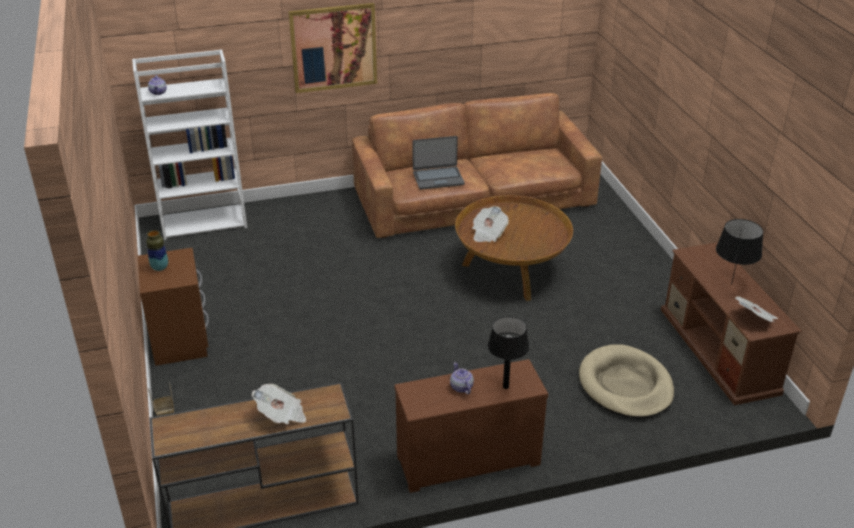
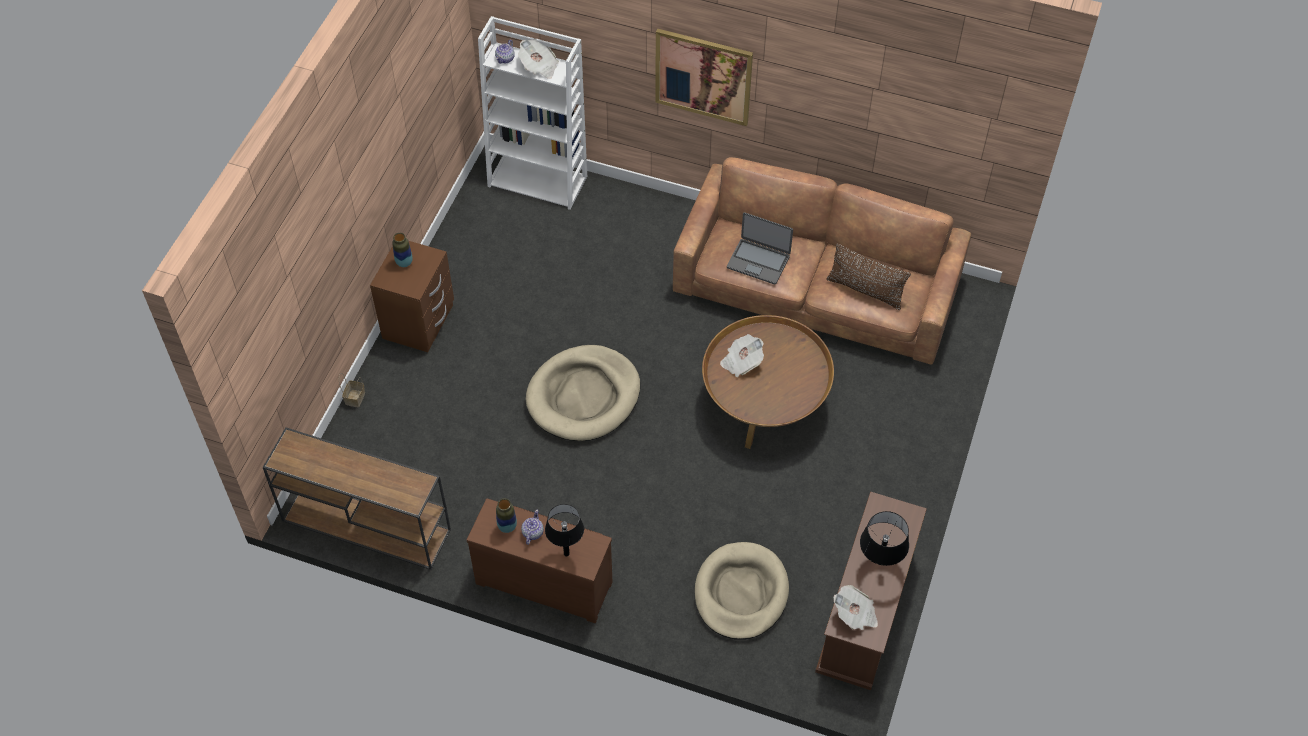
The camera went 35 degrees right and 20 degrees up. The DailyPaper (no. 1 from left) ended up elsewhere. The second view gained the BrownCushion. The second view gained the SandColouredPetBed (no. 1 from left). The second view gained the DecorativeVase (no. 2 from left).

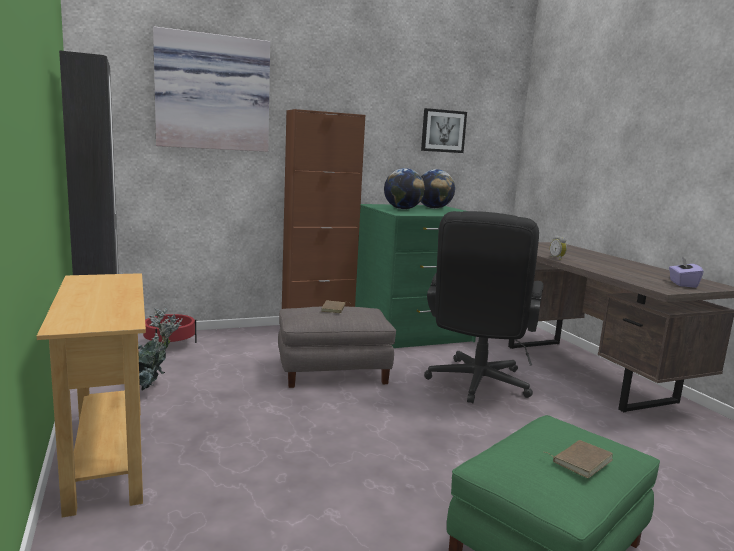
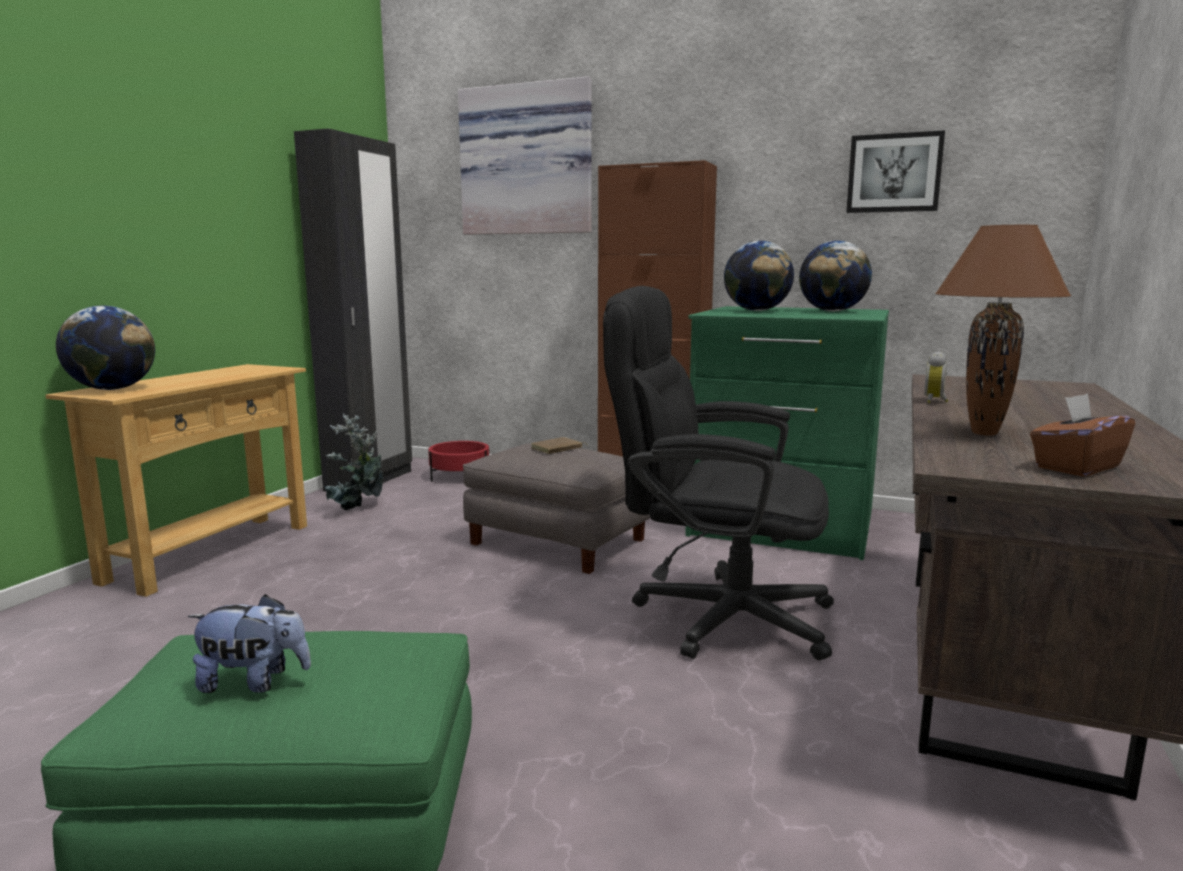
The camera went 45 degrees right and 0 degrees up. The BlackDeskChair ended up facing another way, 45 degrees clockwise from before. What was the PurpleTissueBox turned into the BrownTissueBox. Where the BrownBook (no. 2 from left) stood, the CuddlyToy came to stand. The second view gained the BrownLampForATable. The second view gained the Globe (no. 1 from left).

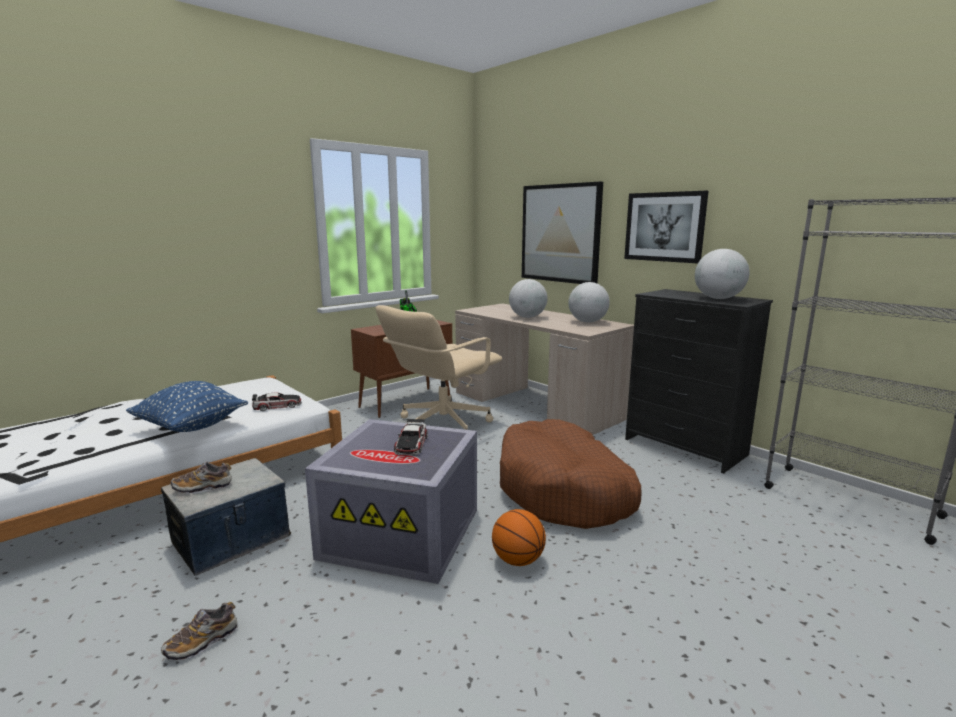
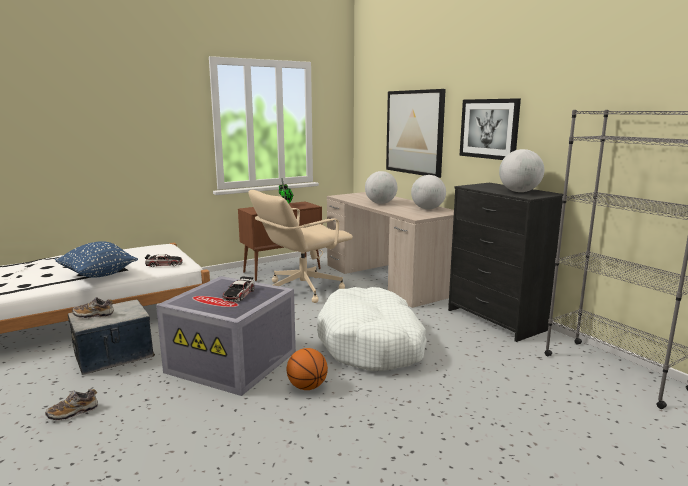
The camera went 10 degrees right and 0 degrees up. What was the BrownPetBed turned into the WhitishPetBed.

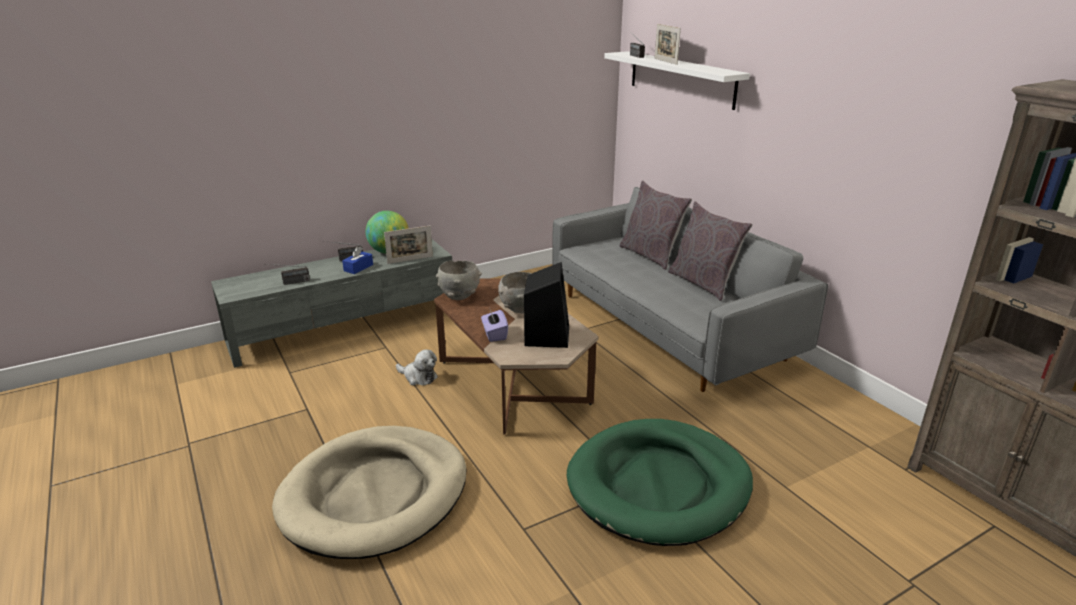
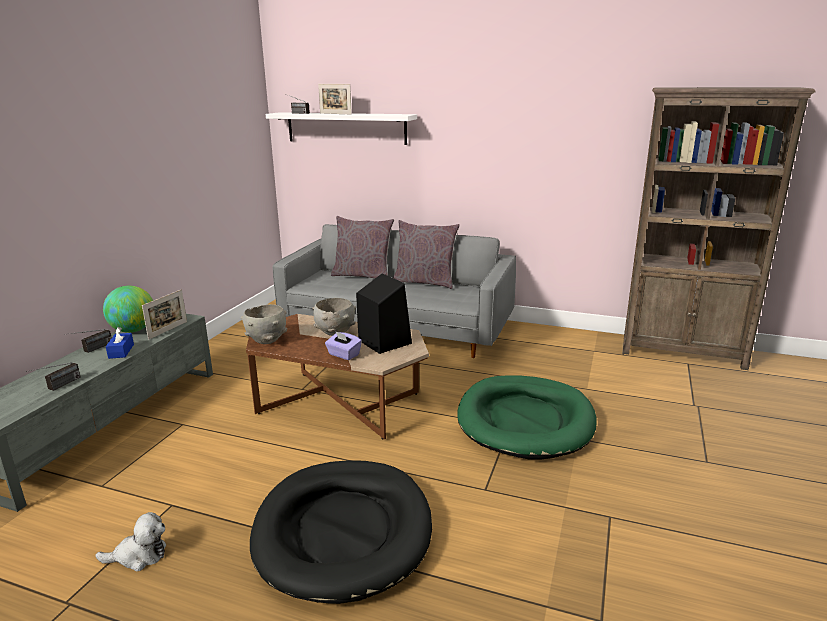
The camera went 40 degrees left and 5 degrees down. The CuddlyToy ended up elsewhere. What was the SandColouredPetBed turned into the BlackPetBed.

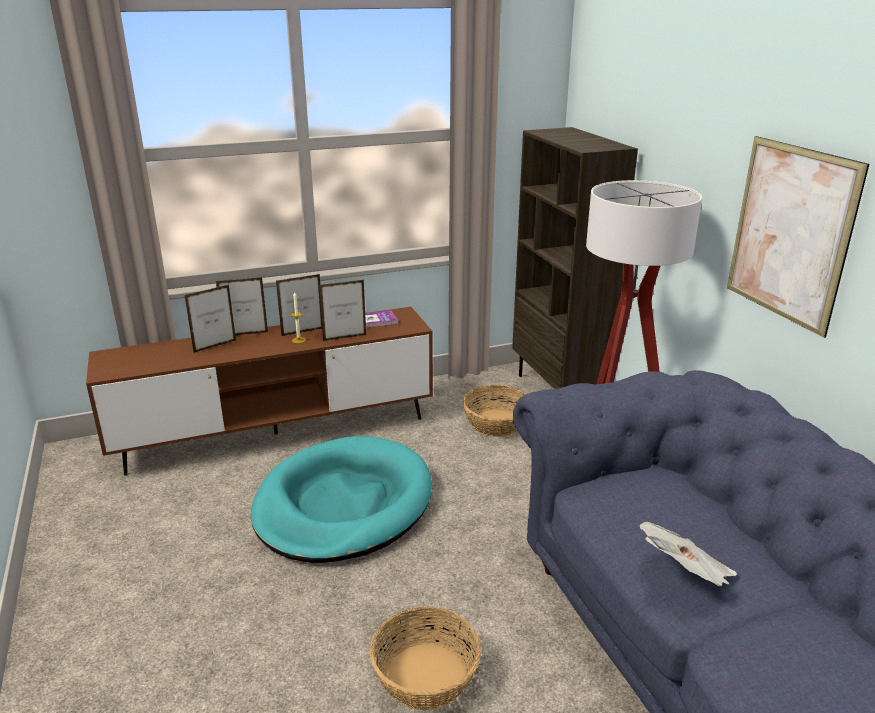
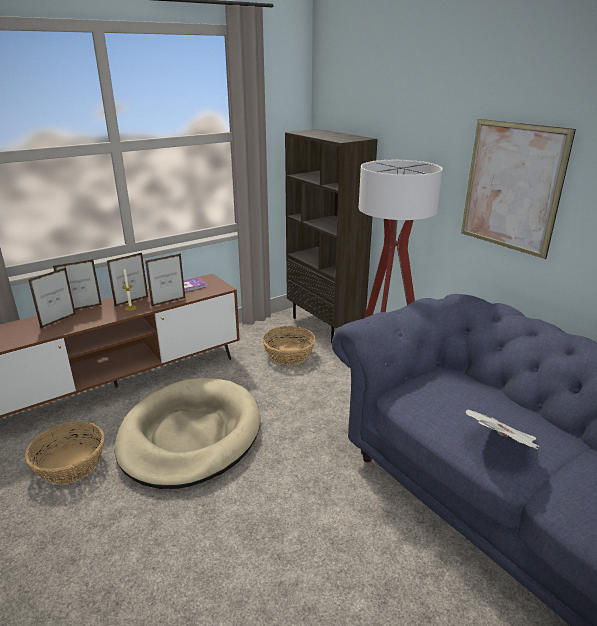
The camera went 15 degrees left and 0 degrees up. What was the BlueGreenPetBed turned into the SandColouredPetBed. The Basket (no. 1 from left) ended up elsewhere.

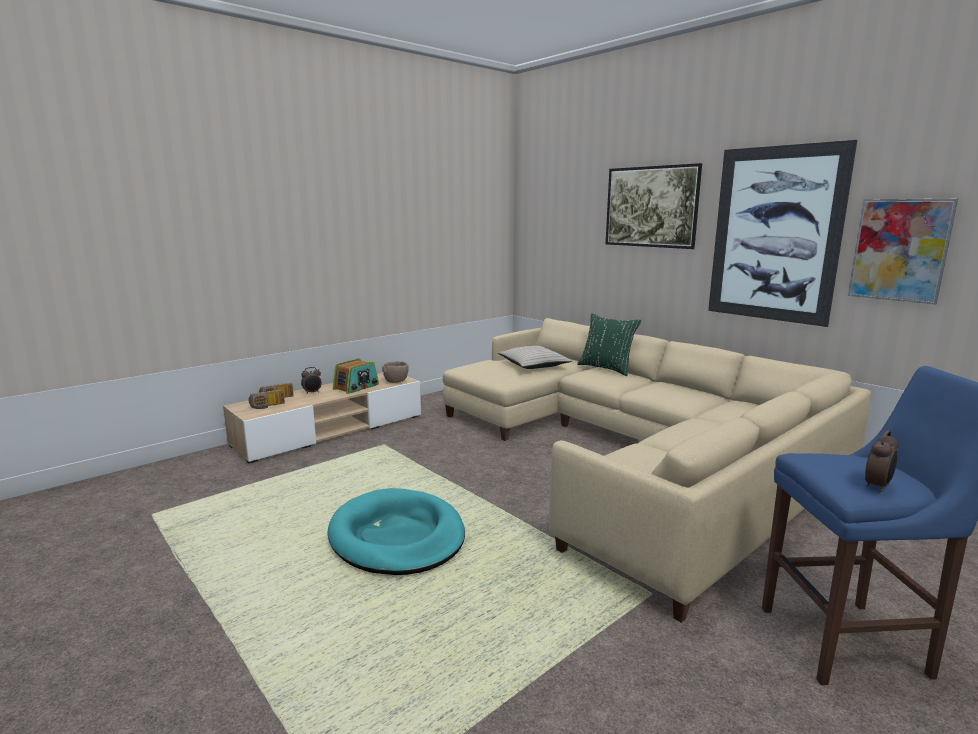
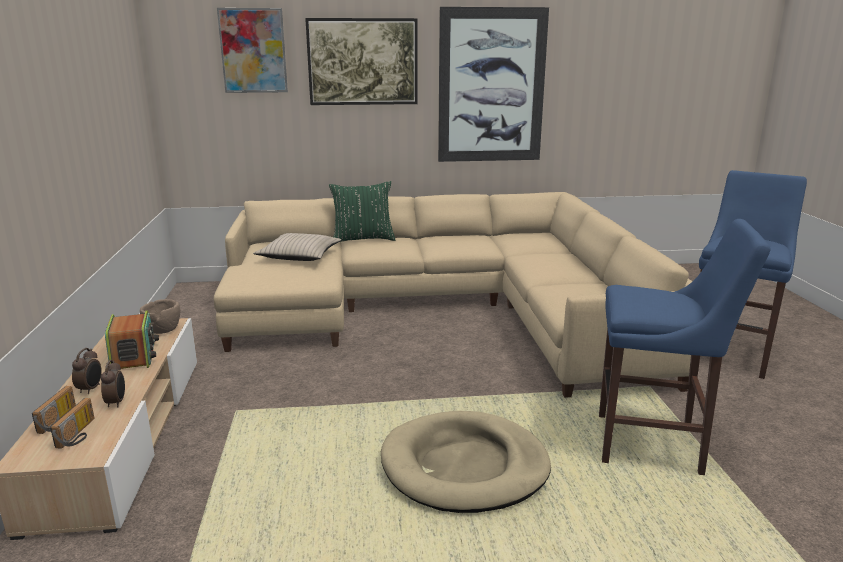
The camera went 55 degrees left and 5 degrees up. The Picture (no. 3 from left in the first image) ended up elsewhere. The TableClock (no. 2 from left) ended up elsewhere. What was the BlueGreenPetBed turned into the SandColouredPetBed. The second view gained the BluishStool (no. 1 from left).

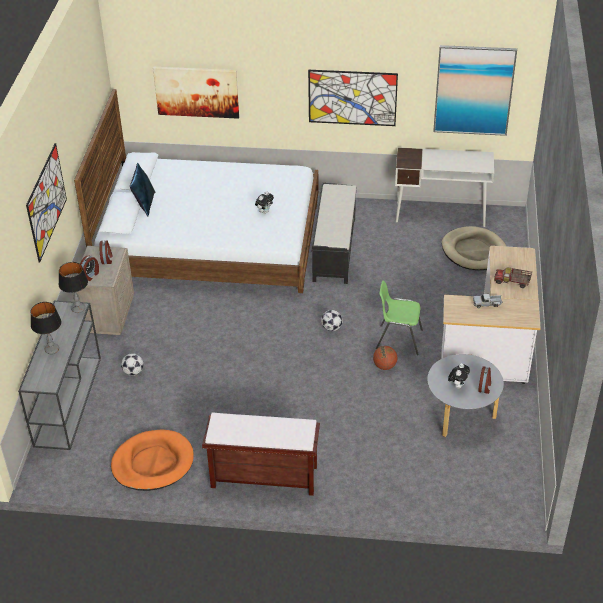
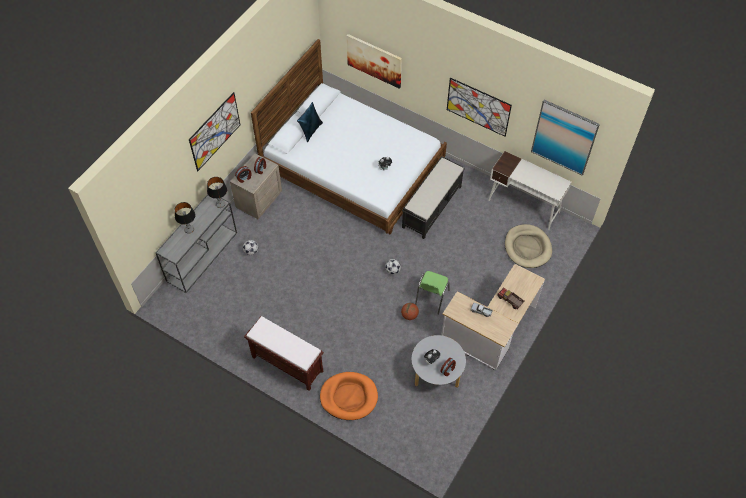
The camera went 25 degrees right and 15 degrees up. The GreenChair ended up facing another way, 105 degrees counterclockwise from before. The OrangeyPetBed ended up elsewhere.

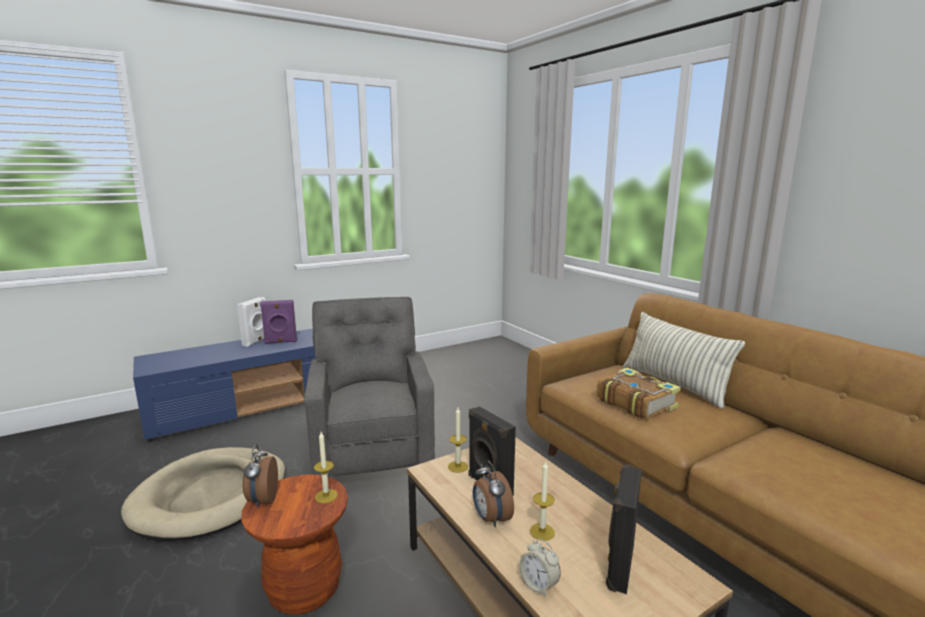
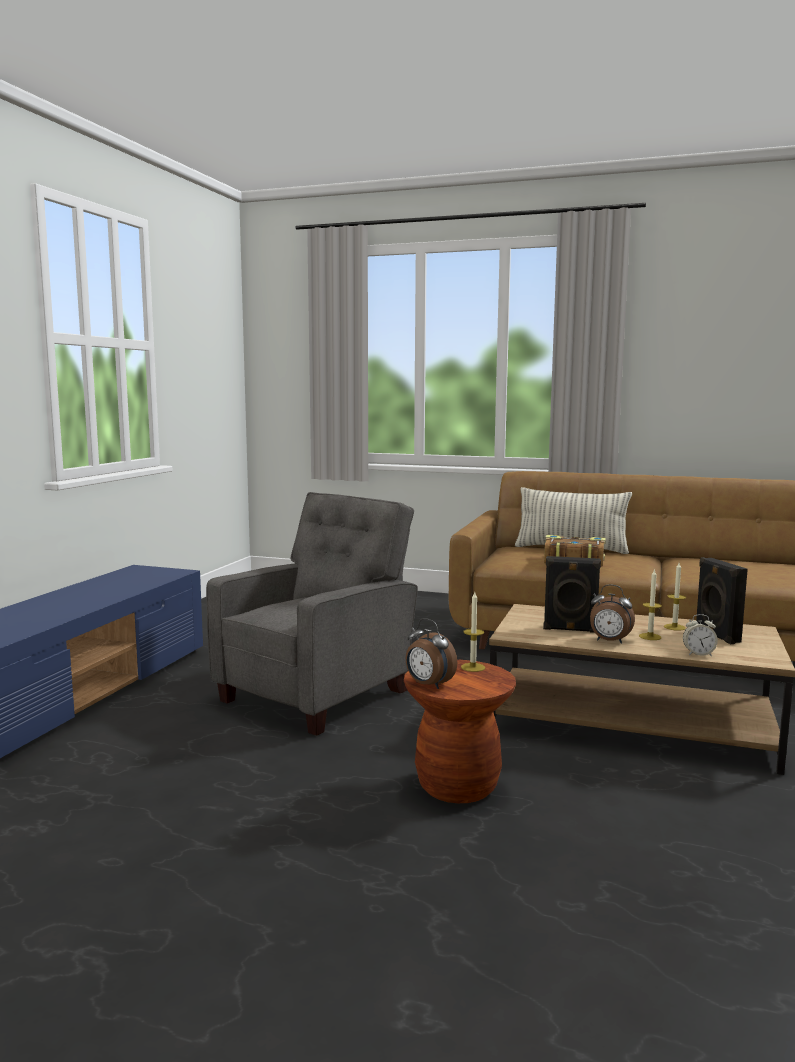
The camera went 40 degrees left and 5 degrees down. The second view lost the WhitishSpeaker. The GrayArmchair ended up facing another way, 90 degrees clockwise from before. The second view lost the PurpleSpeaker. The WaxLight (no. 2 from left in the first image) ended up elsewhere. The second view lost the SandColouredPetBed.

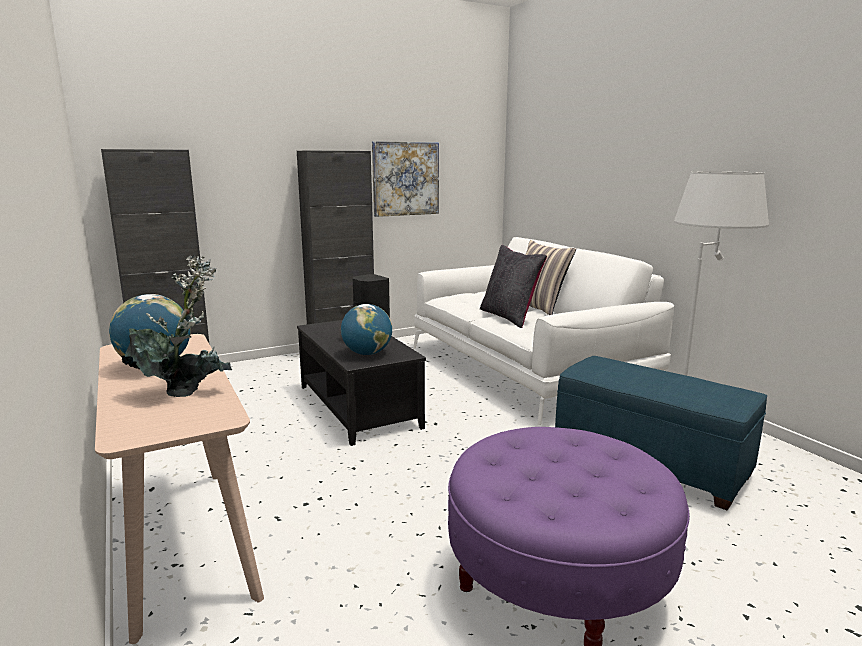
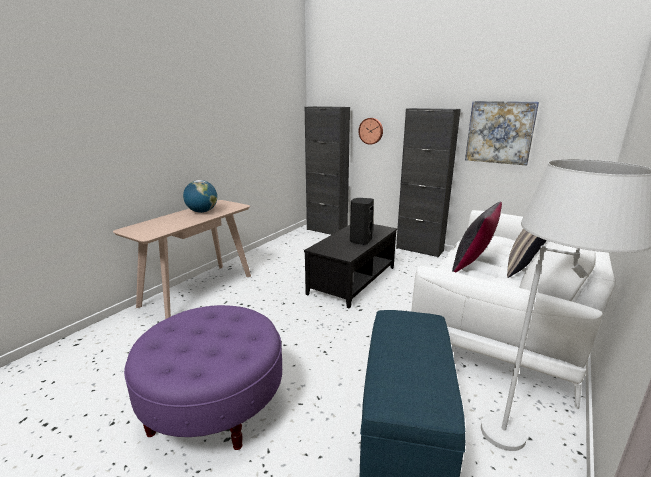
The camera went 60 degrees right and 5 degrees up. The second view lost the Houseplant. The second view lost the Globe (no. 2 from left). The second view gained the WallClock.

